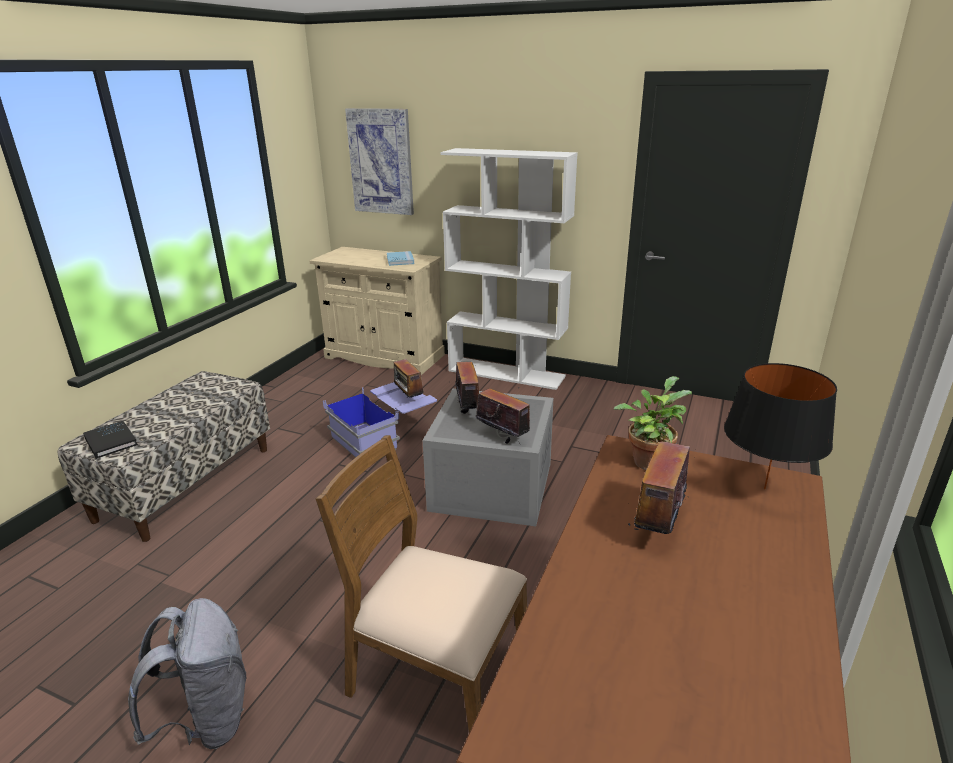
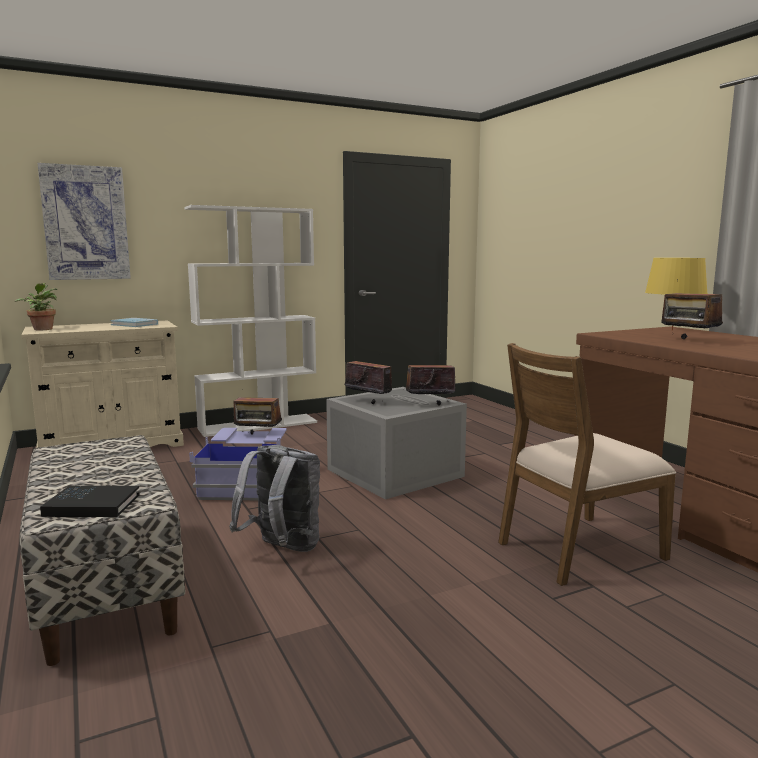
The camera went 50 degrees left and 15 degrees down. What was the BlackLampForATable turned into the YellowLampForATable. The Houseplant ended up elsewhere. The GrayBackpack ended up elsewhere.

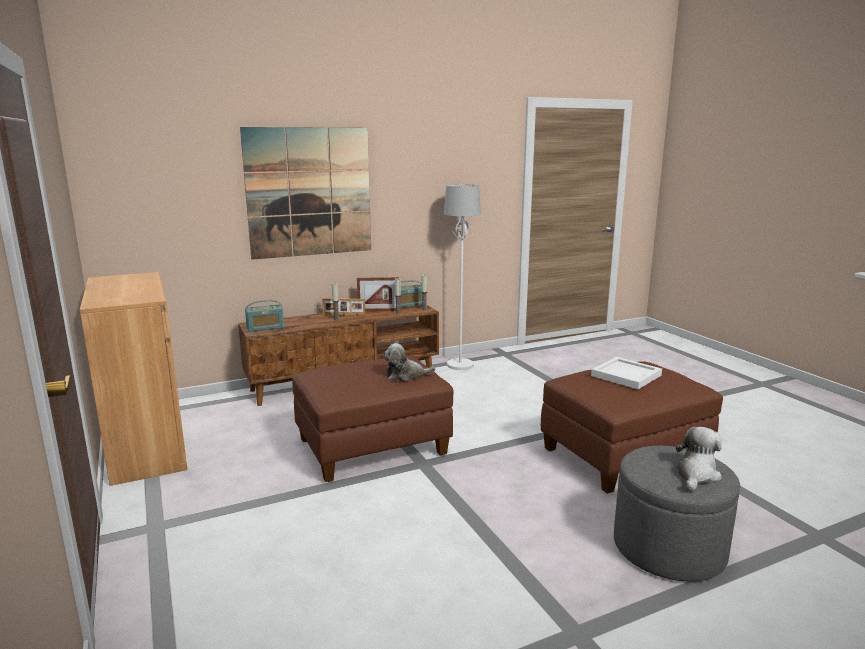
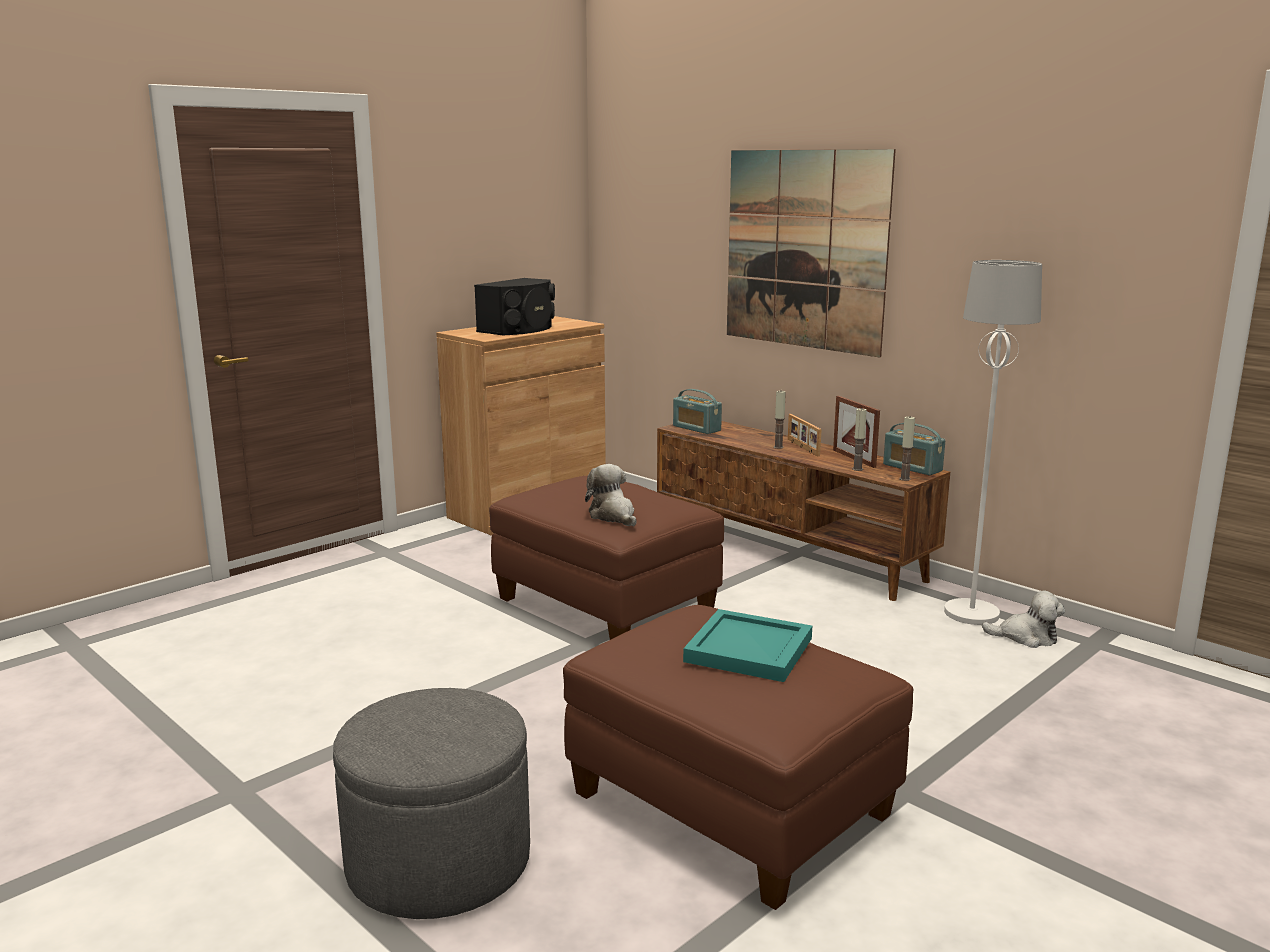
The camera went 70 degrees right and 0 degrees up. What was the WhitishServingTray turned into the BlueGreenServingTray. The CuddlyToy (no. 2 from left) ended up elsewhere. The second view gained the BlackSpeaker.

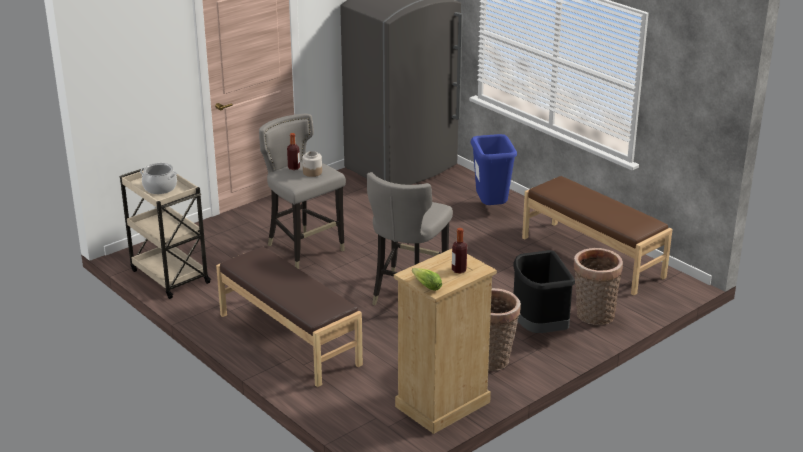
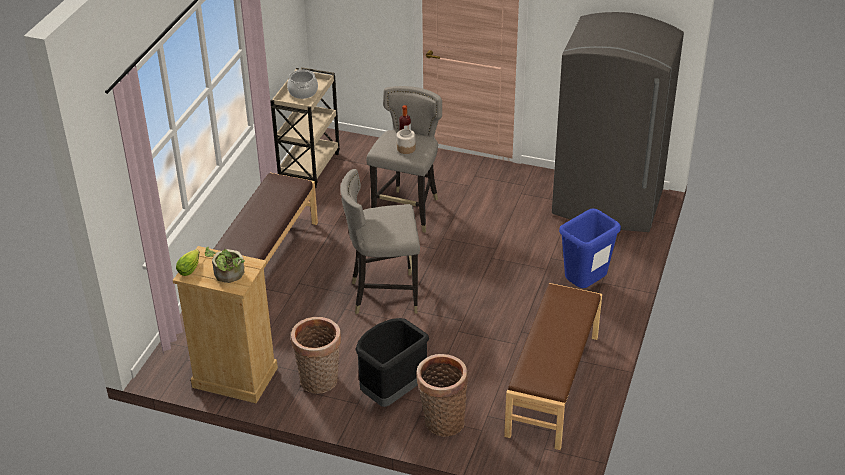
The camera went 60 degrees right and 10 degrees up. Where the Bottle (no. 2 from left) stood, the Houseplant came to stand.

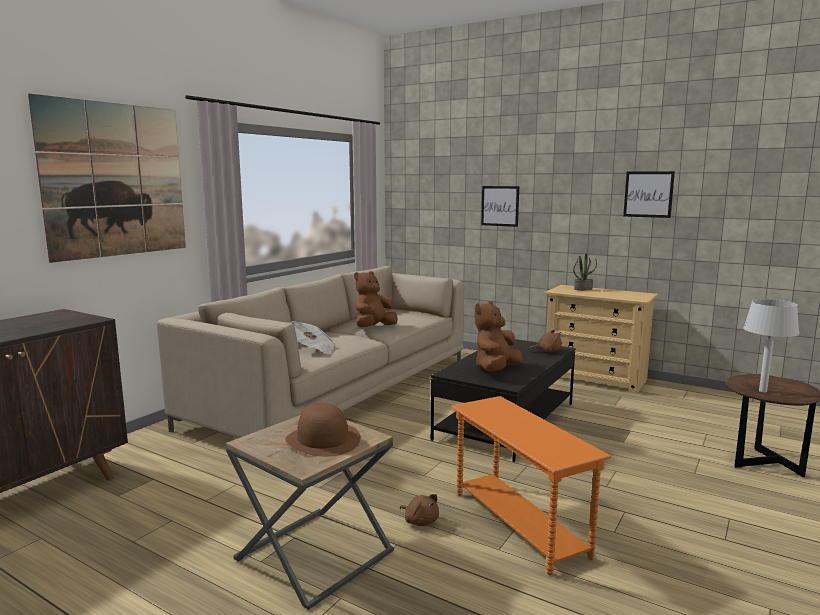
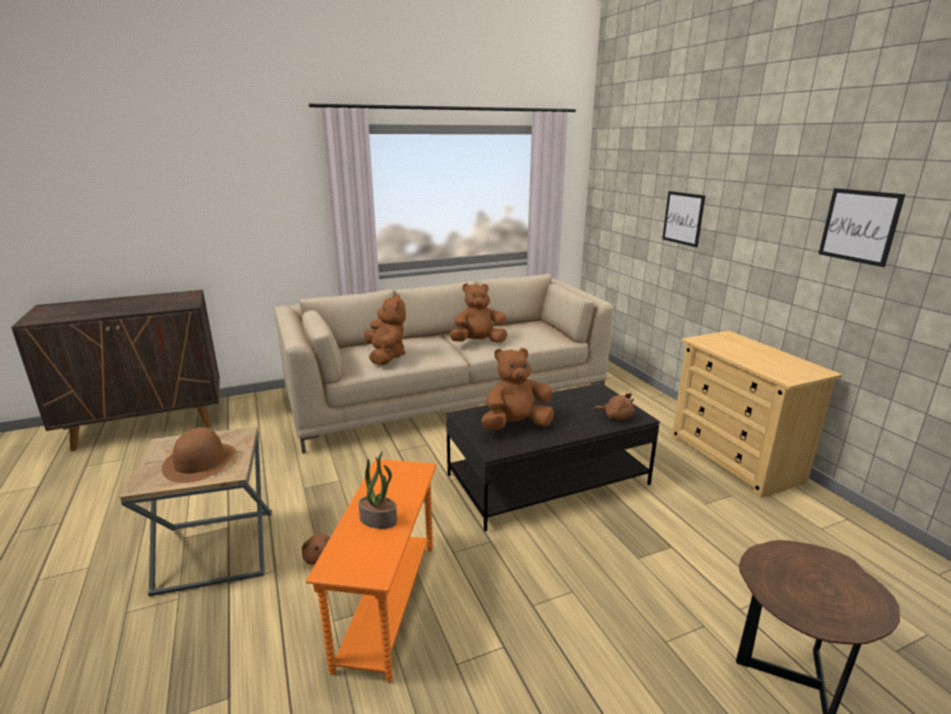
The camera went 35 degrees right and 10 degrees up. The second view lost the Picture (no. 1 from left). The Houseplant ended up elsewhere. The second view lost the GrayLampForATable. Where the DailyPaper stood, the BrownCuddlyToy (no. 2 from left) came to stand.

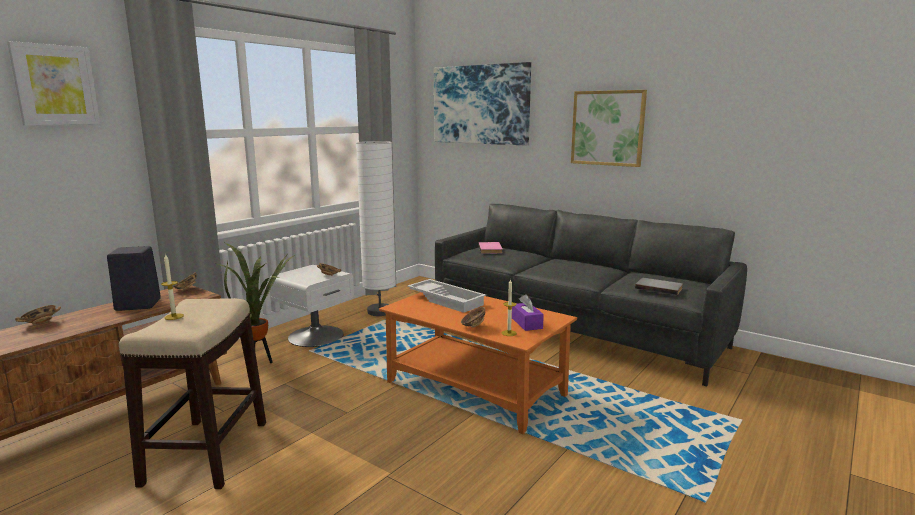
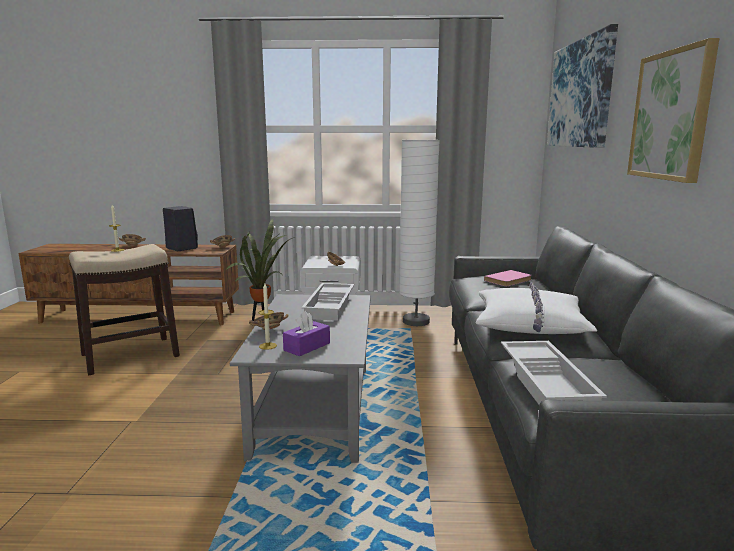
The camera went 55 degrees right and 0 degrees up. The second view lost the Picture (no. 1 from left). Where the GrayBook stood, the WhitishServingTray (no. 2 from left) came to stand. What was the OrangeyLowTable turned into the GrayLowTable. The second view gained the WhitishCushion.

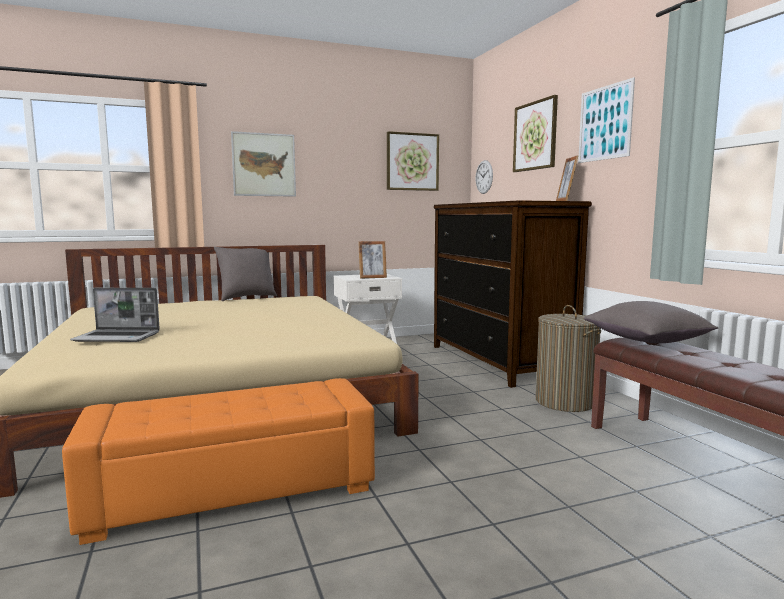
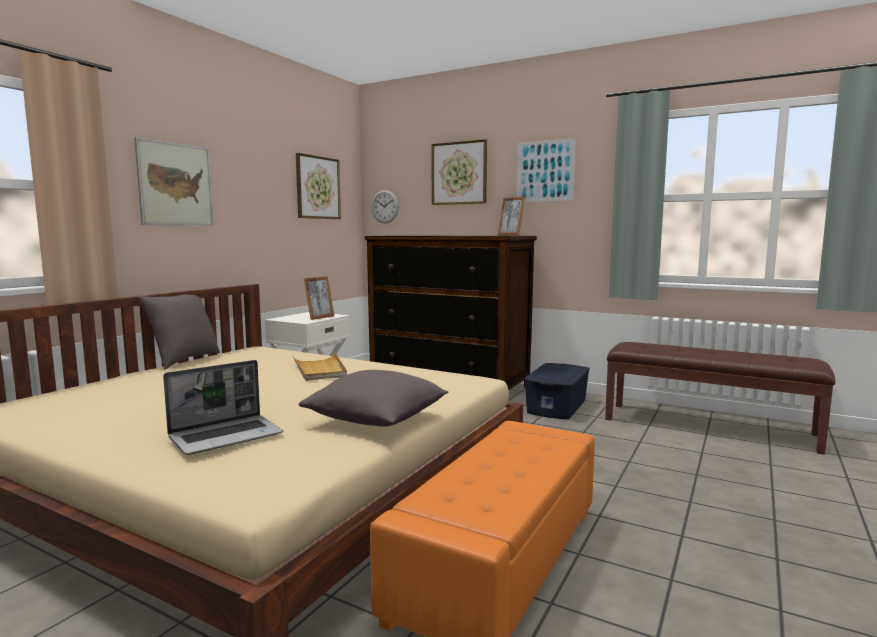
The camera went 40 degrees left and 0 degrees up. The GrayCushion (no. 2 from left) ended up elsewhere. Where the WashingBasket stood, the BluishStorageBin came to stand. The second view gained the SandColouredServingTray.

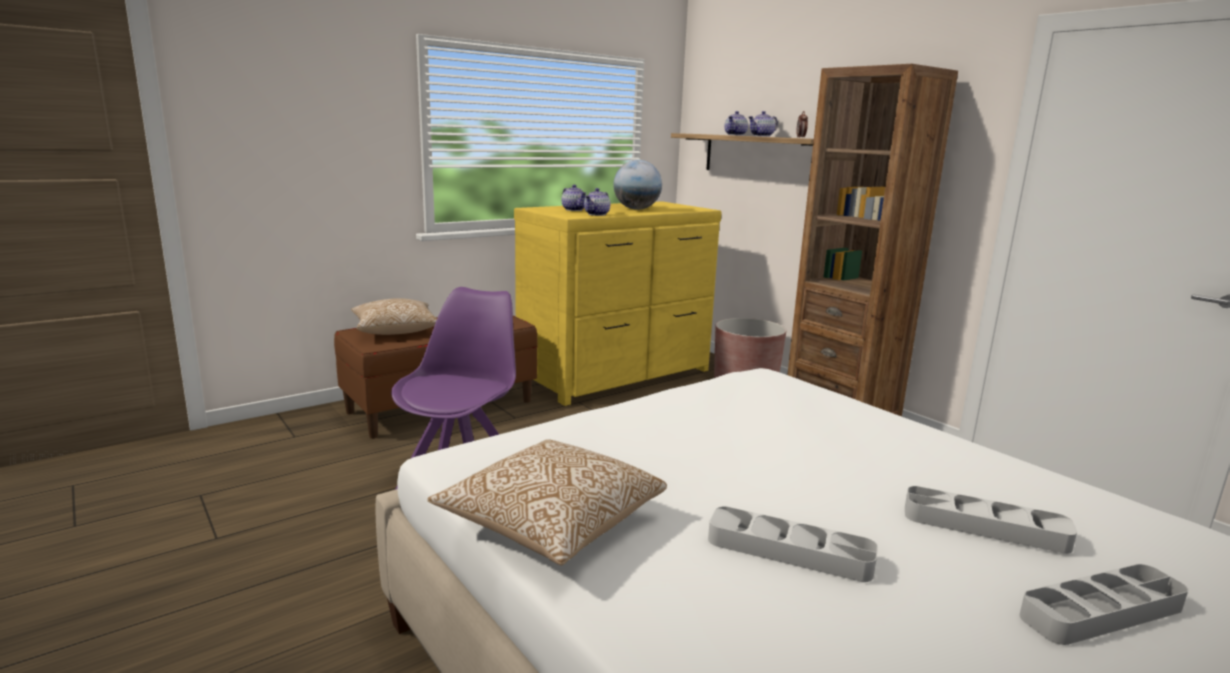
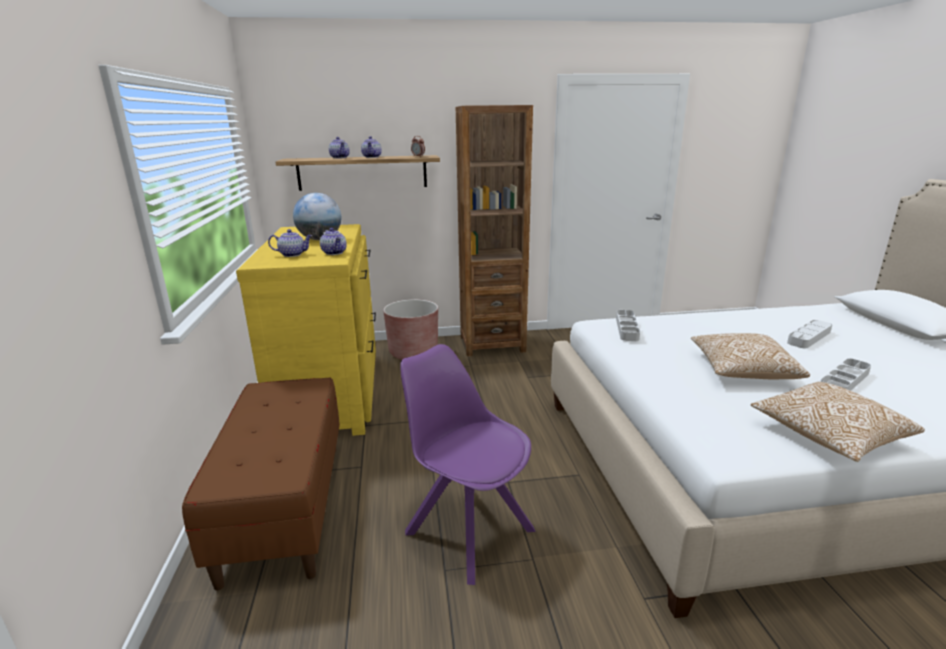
The camera went 60 degrees left and 5 degrees up. The Cushion (no. 1 from left) ended up elsewhere. The GrayServingTray (no. 3 from left in the first image) ended up elsewhere.

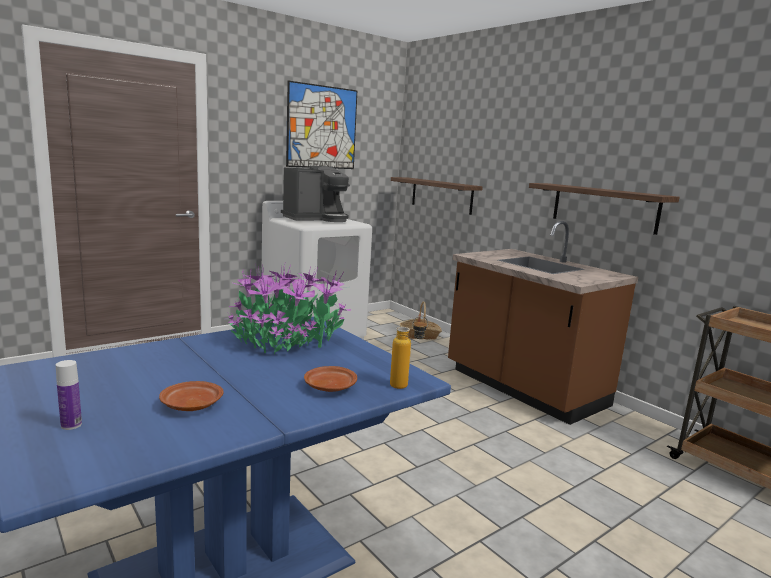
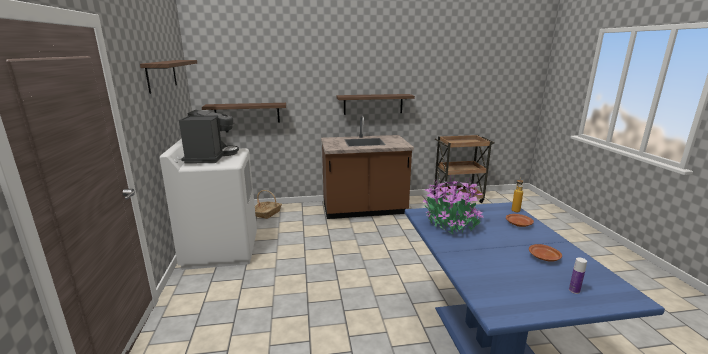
The camera went 60 degrees left and 5 degrees up. Where the Picture hung, the Shelf (no. 1 from left) came to hang.

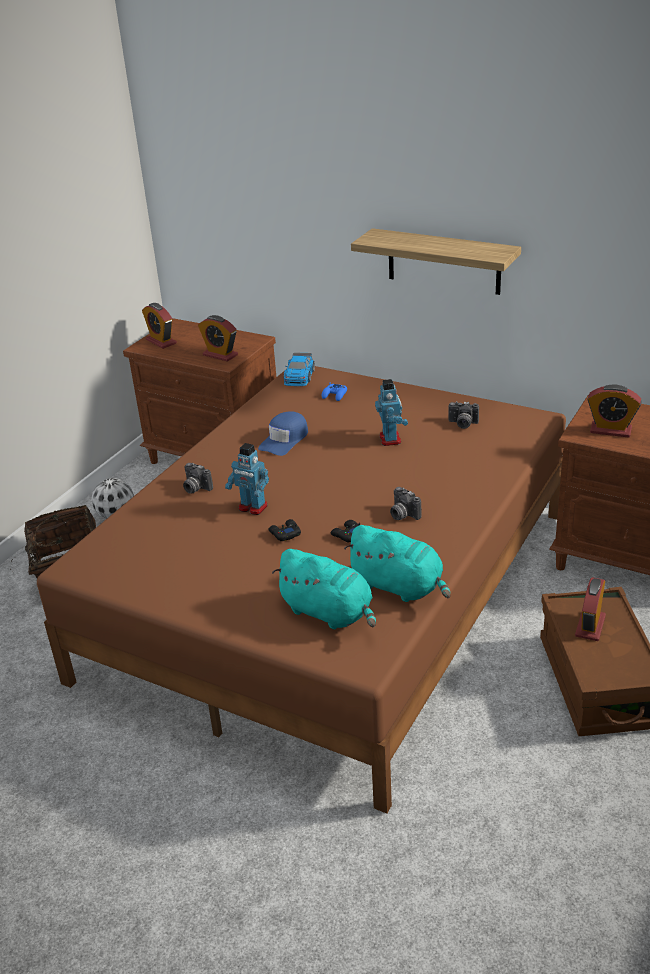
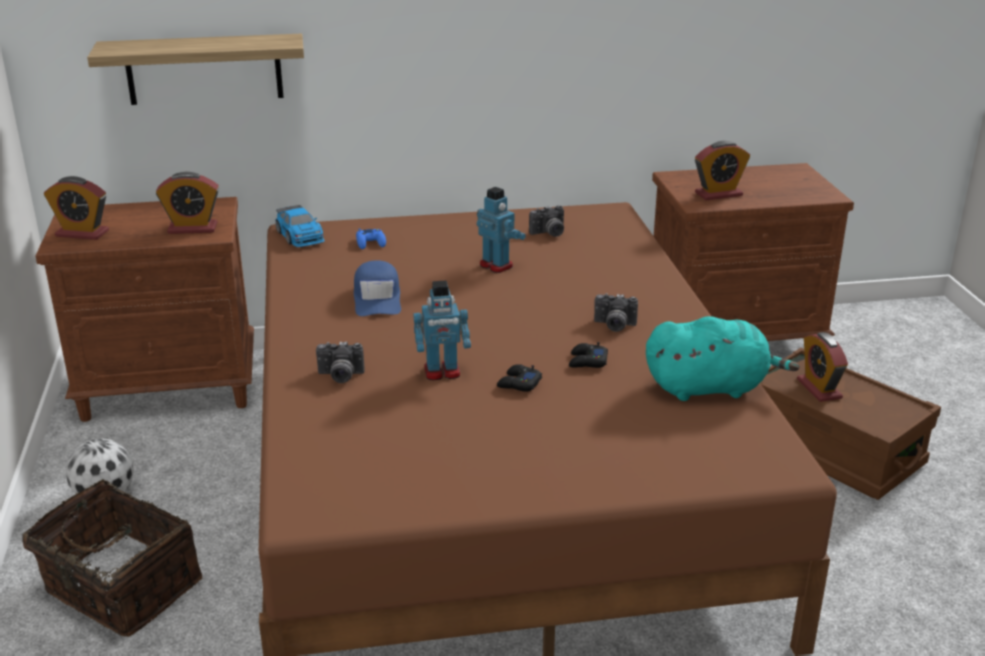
The camera went 40 degrees left and 5 degrees down. The Shelf ended up elsewhere. The second view lost the BlueGreenCuddlyToy (no. 1 from left).

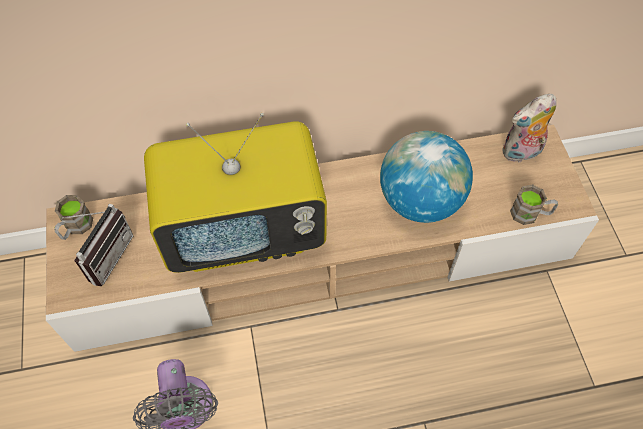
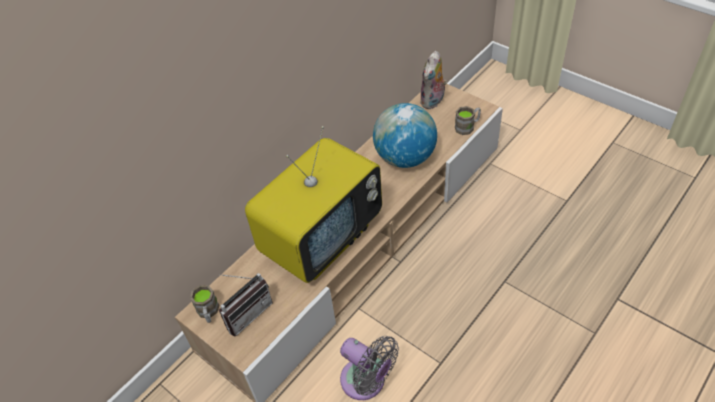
The camera went 35 degrees left and 10 degrees down. The Radio ended up facing another way, 60 degrees clockwise from before.

